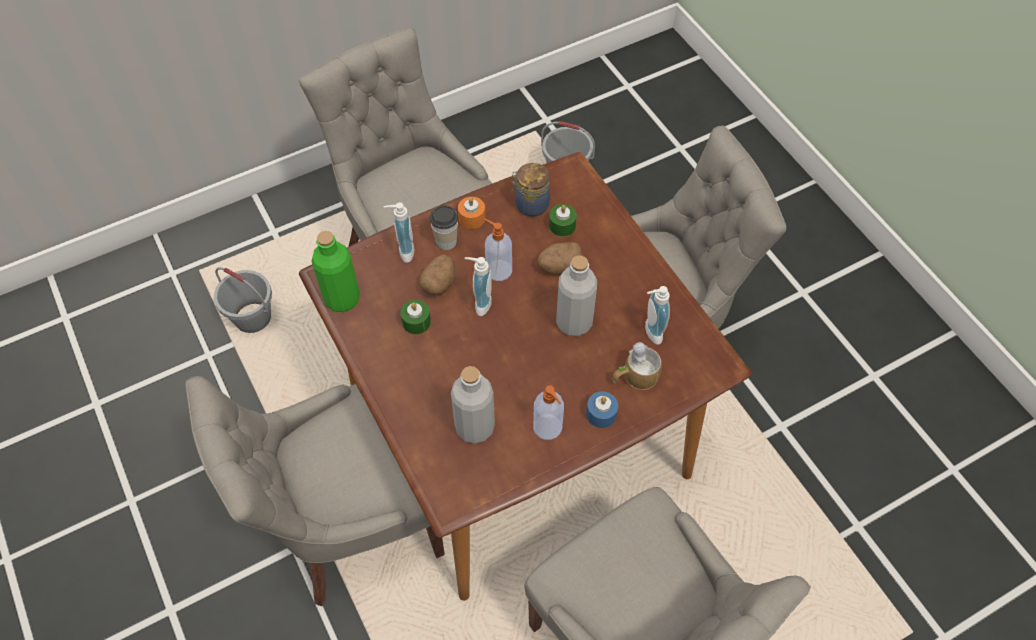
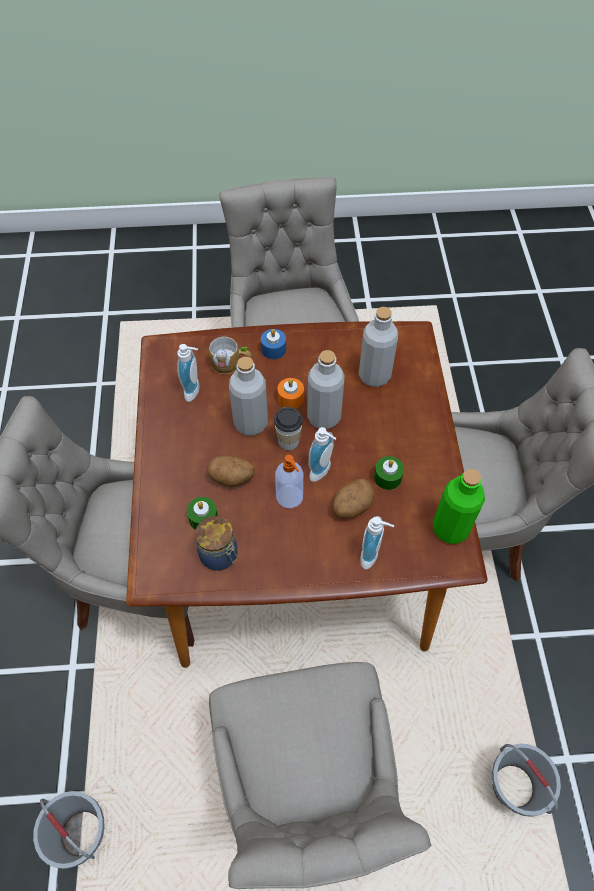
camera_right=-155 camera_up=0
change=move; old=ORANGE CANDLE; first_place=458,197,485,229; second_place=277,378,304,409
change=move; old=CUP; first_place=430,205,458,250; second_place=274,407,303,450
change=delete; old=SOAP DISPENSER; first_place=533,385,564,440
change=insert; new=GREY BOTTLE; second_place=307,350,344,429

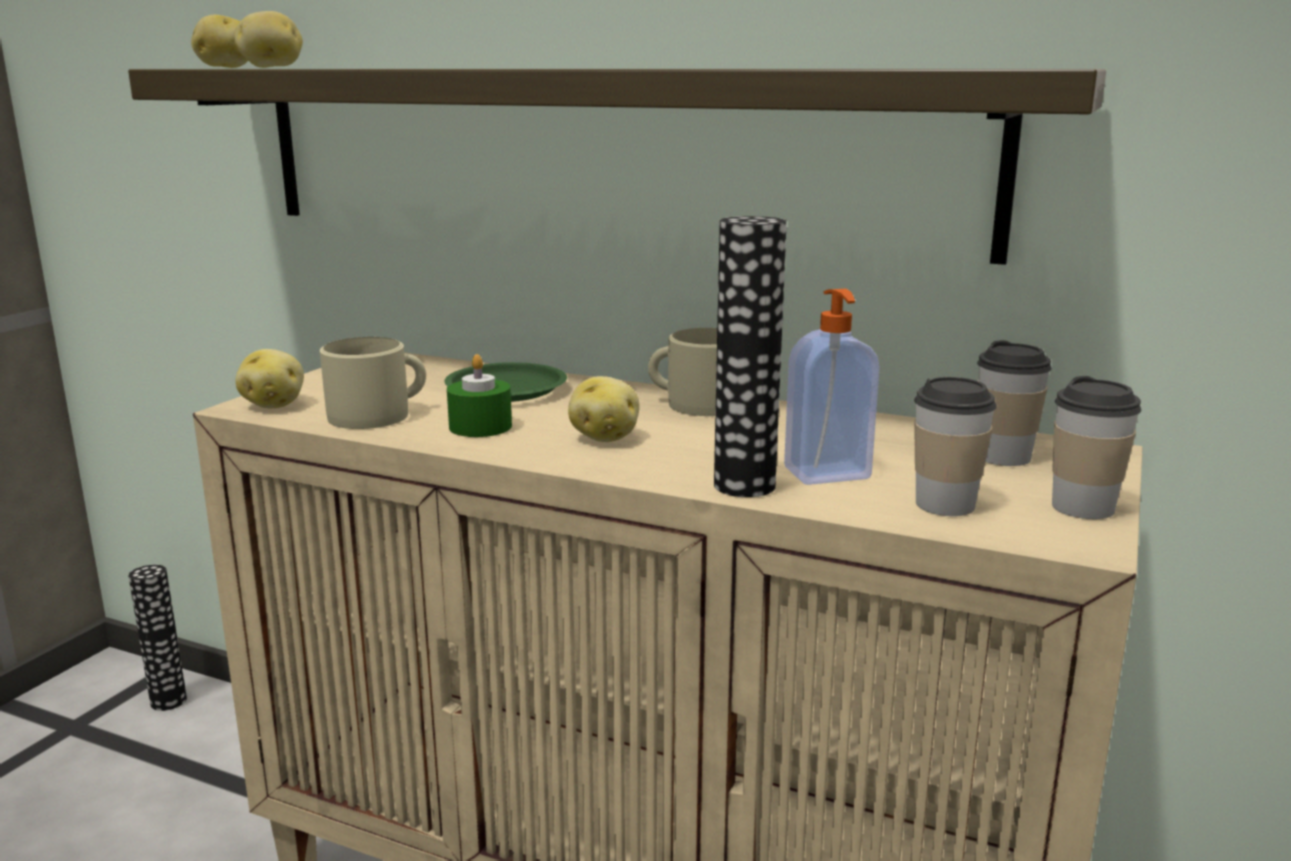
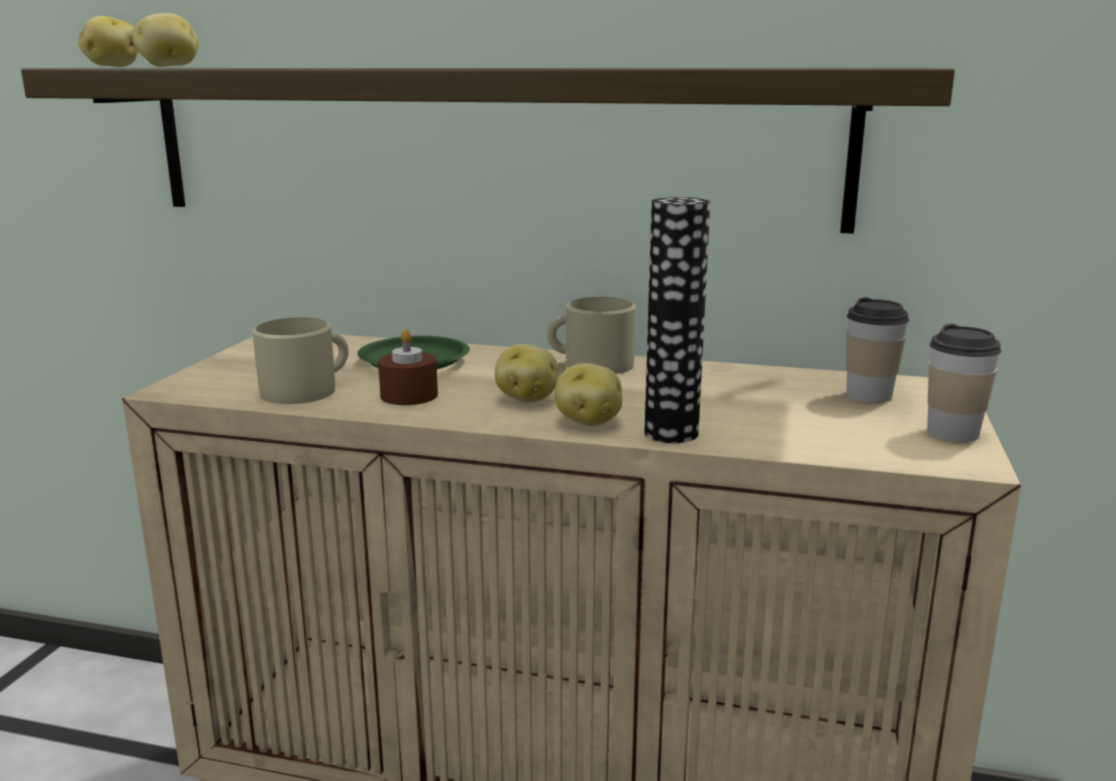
camera_right=-10 camera_up=0
change=delete; old=SOAP DISPENSER; first_place=784,289,880,485
change=move; old=POTATO; first_place=235,349,304,408; second_place=555,363,622,426
change=recolor; old=GREEN CANDLE; new=BROWN CANDLE; first_place=447,354,512,437; second_place=378,329,438,405
change=delete; old=CUP; first_place=914,377,997,516
change=delete; old=VASE; first_place=128,565,187,711

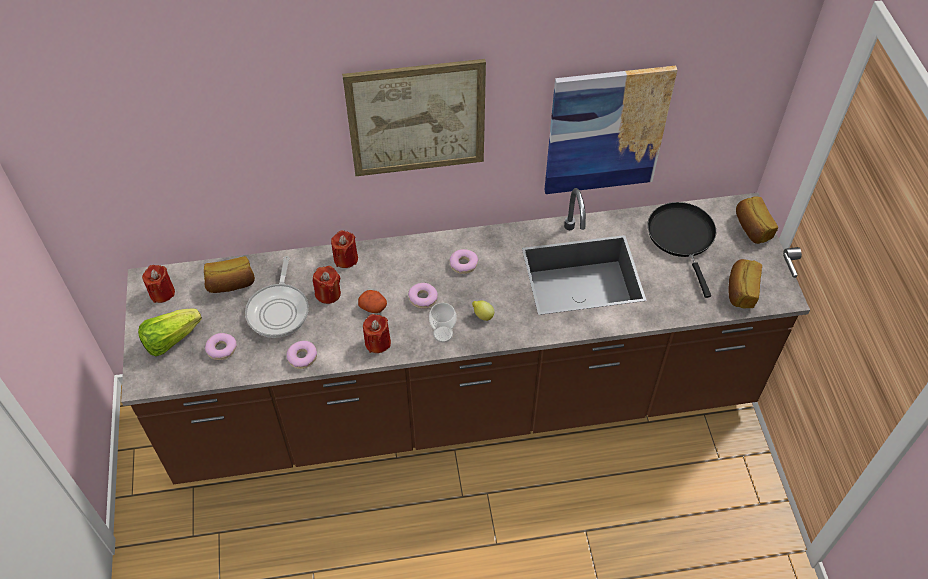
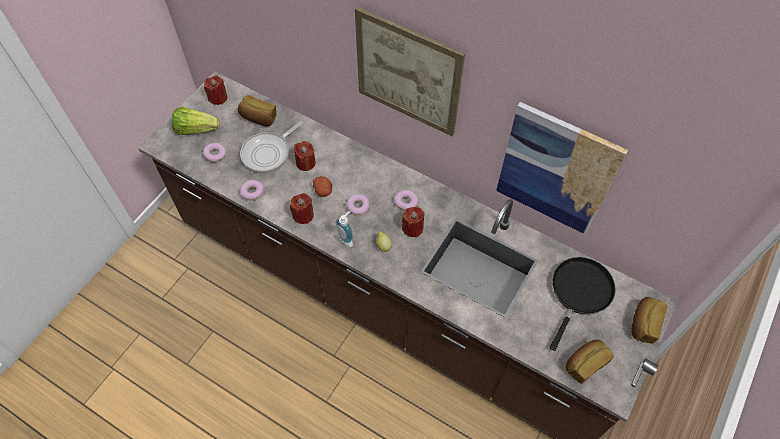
camera_right=40 camera_up=5
change=move; old=RED CANDLE; first_place=331,230,358,268; second_place=402,206,424,237
change=replace; old=CUP; new=SOAP DISPENSER; first_place=429,303,457,343; second_place=335,211,353,247

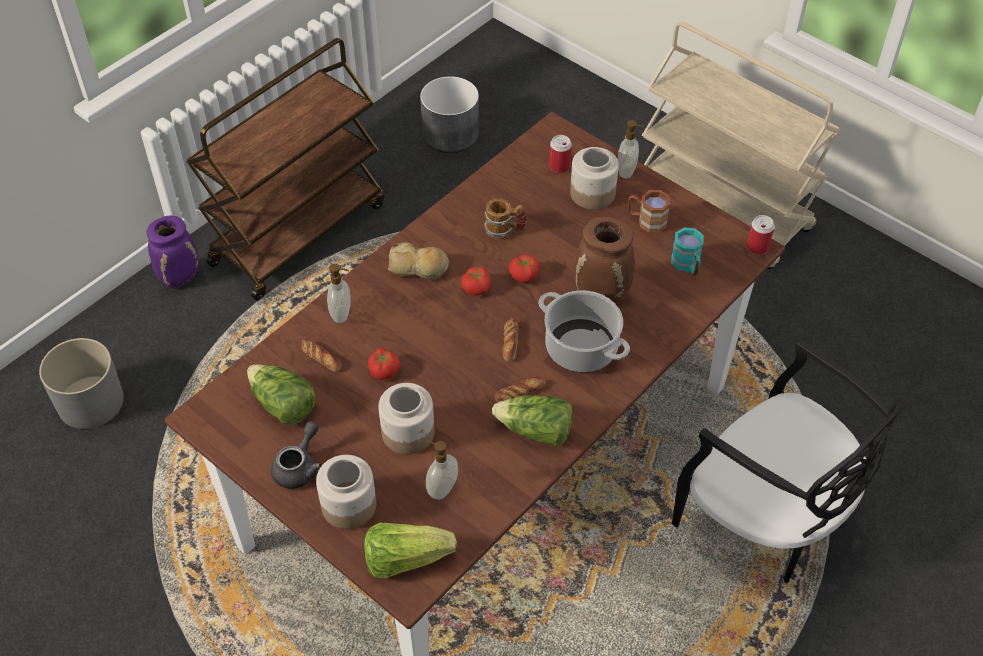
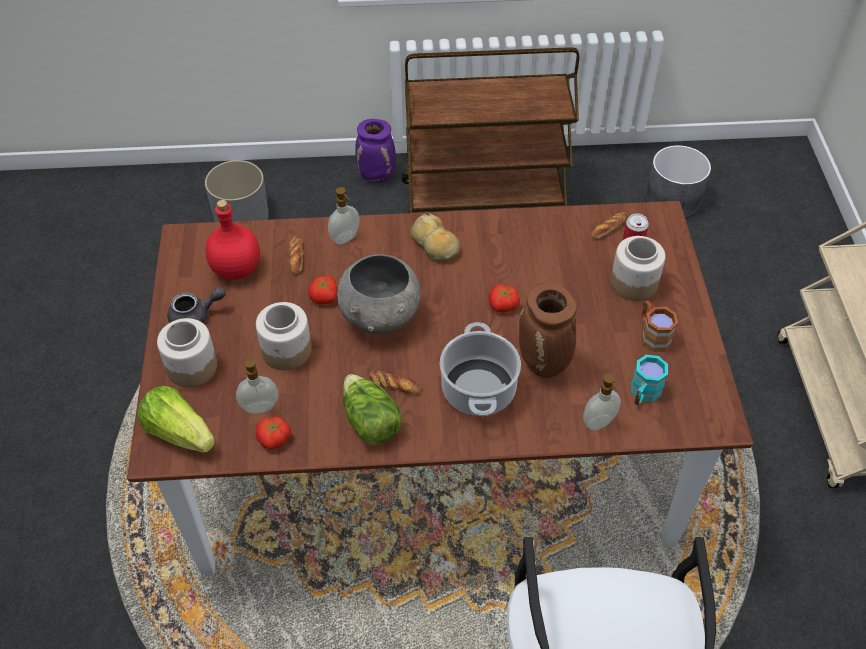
camera_right=45 camera_up=0
change=move; old=SOAP DISPENSER; first_place=618,120,644,179; second_place=583,374,621,430
change=delete; old=MUG; first_place=484,199,527,240
change=delete; old=CAN; first_place=747,215,775,255
change=move; old=TOMATO; first_place=461,267,491,295; second_place=256,417,291,449
change=move; old=BREAD; first_place=502,318,519,361; second_place=591,212,628,239
change=replace; old=LETTUCE; new=RED BOTTLE; first_place=247,364,316,425; second_place=205,200,260,279
change=insert; new=GREY BOWL; second_place=337,254,420,334

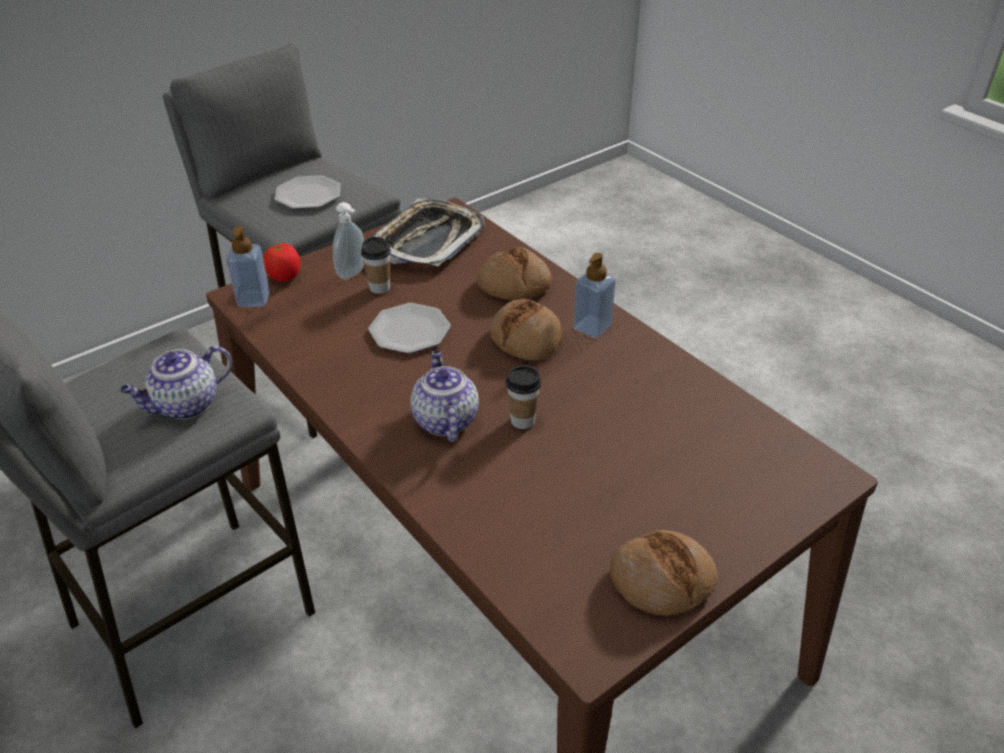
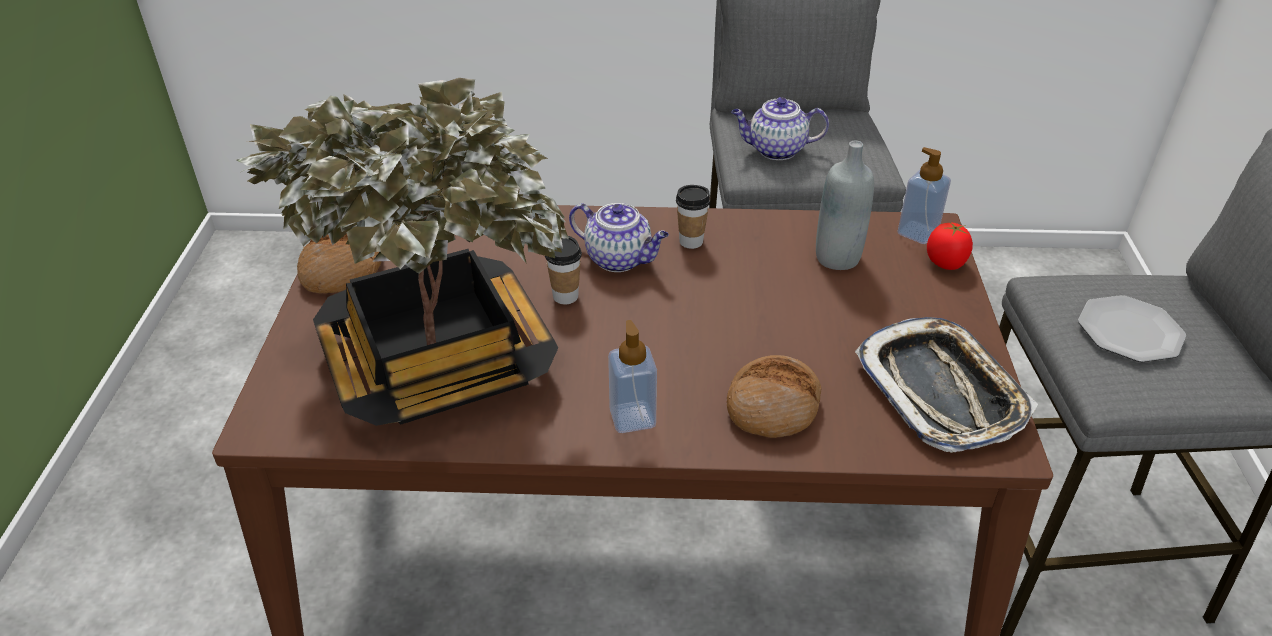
camera_right=130 camera_up=0
change=delete; old=SOAP DISPENSER; first_place=333,202,364,280
change=move; old=CUP; first_place=361,237,391,294; second_place=676,185,710,249
change=delete; old=BREAD; first_place=490,299,562,360
change=delete; old=PLATE; first_place=368,303,451,354
change=rotate; old=TEAPOT; first_place=120,346,232,419; second_place=731,97,829,160; degrees=-90
change=insert; new=POTTED PLANT; second_place=236,78,569,426
change=insert; new=GREY BOTTLE; second_place=816,141,874,270

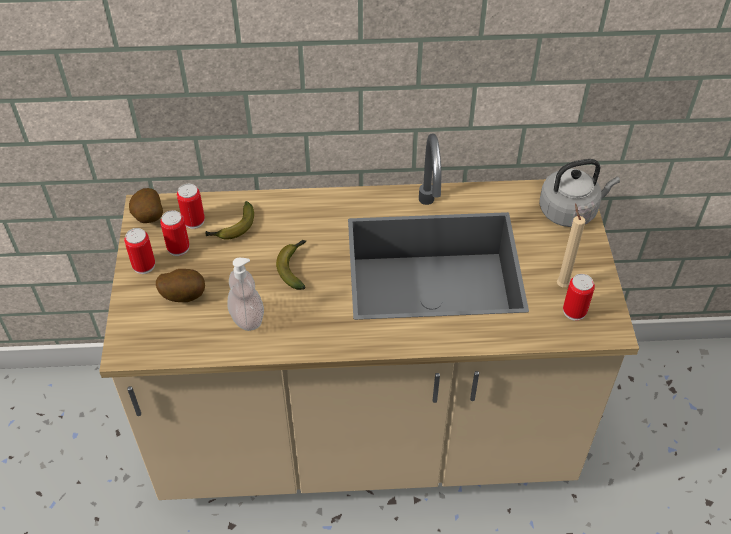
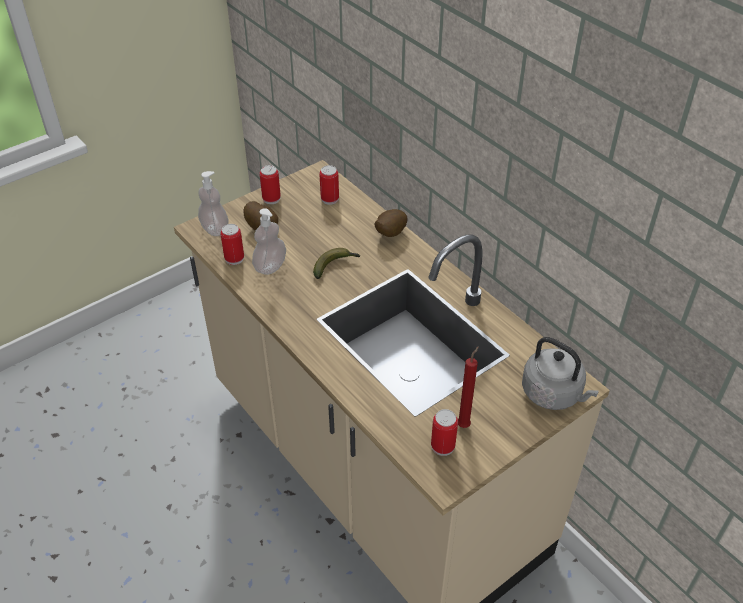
camera_right=55 camera_up=-5
change=move; old=POTATO; first_place=129,188,163,223; second_place=374,209,407,237
change=delete; old=BANANA; first_place=205,201,254,240
change=recolor; old=BEIGE CANDLE; new=RED CANDLE; first_place=557,203,585,287; second_place=458,346,479,428
change=move; old=CAN; first_place=160,210,190,256; second_place=220,224,244,265
change=insert; new=SOAP DISPENSER; second_place=198,171,228,236

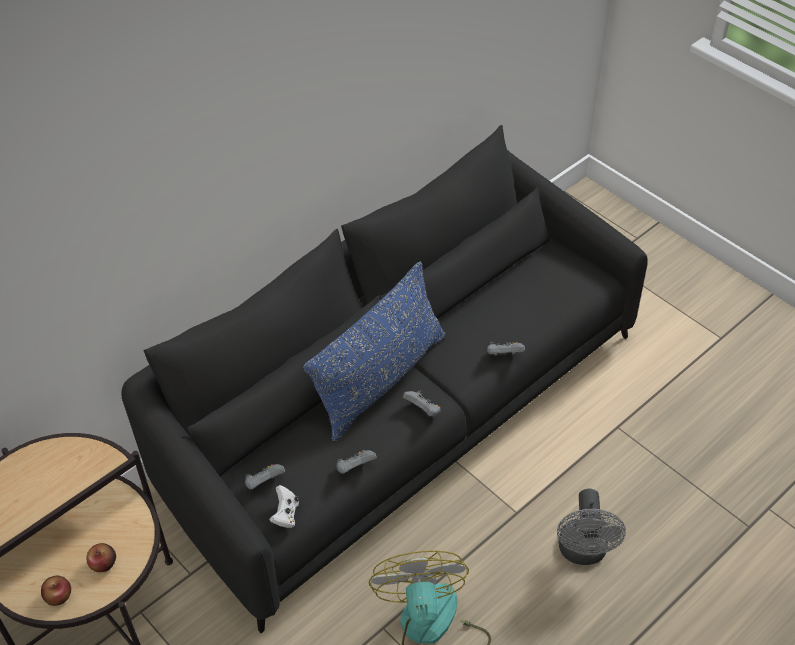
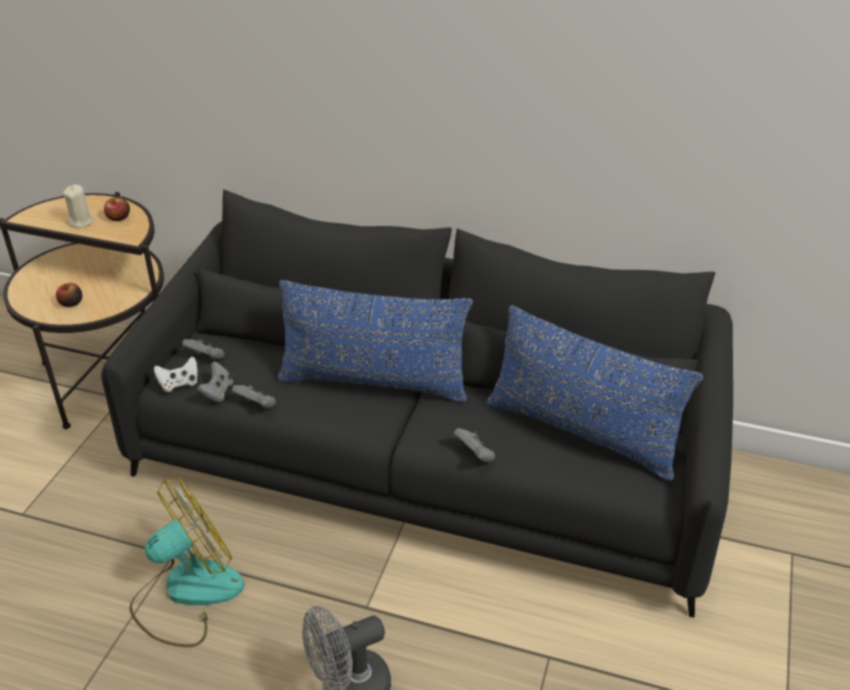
camera_right=60 camera_up=-10
change=move; old=GREY GAME CONTROLLER; first_place=402,390,440,416; second_place=197,362,233,402
change=move; old=APPLE; first_place=41,576,71,606; second_place=104,197,130,221
change=insert; new=BEIGE CANDLE; second_place=63,185,93,228
change=insert; new=BLUE PILLOW; second_place=487,305,703,481

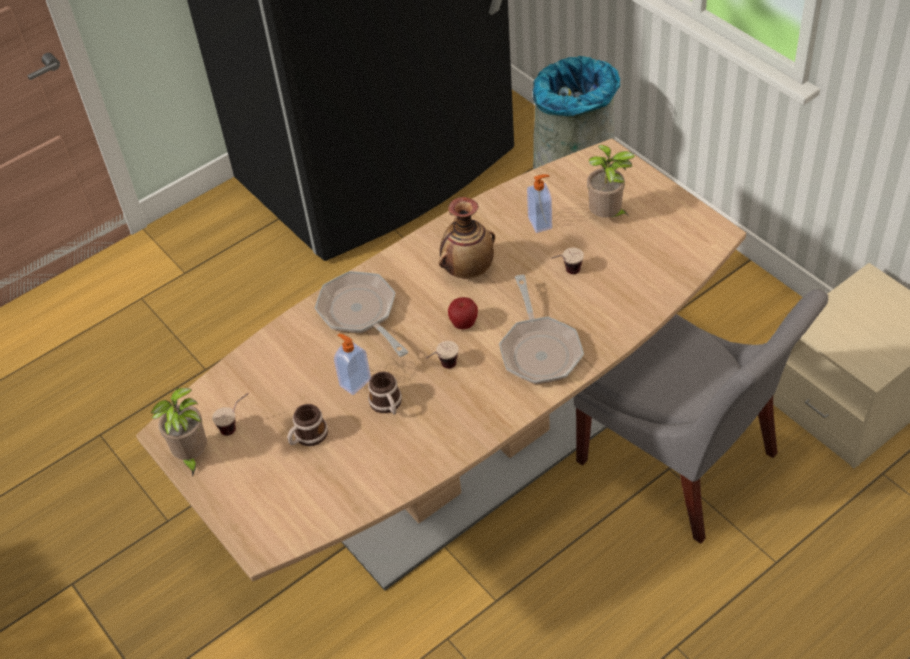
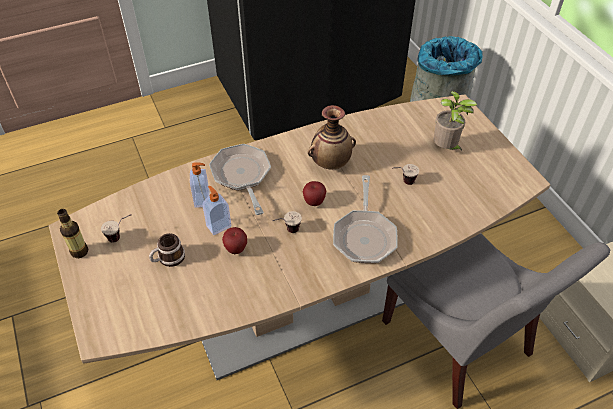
camera_right=10 camera_up=0
change=move; old=SOAP DISPENSER; first_place=527,174,552,233; second_place=190,162,210,208
change=replace; old=MUG; new=APPLE; first_place=368,372,402,414; second_place=222,227,247,254
change=replace; old=POTTED PLANT; new=BOTTLE; first_place=151,388,207,476; second_place=57,209,88,258

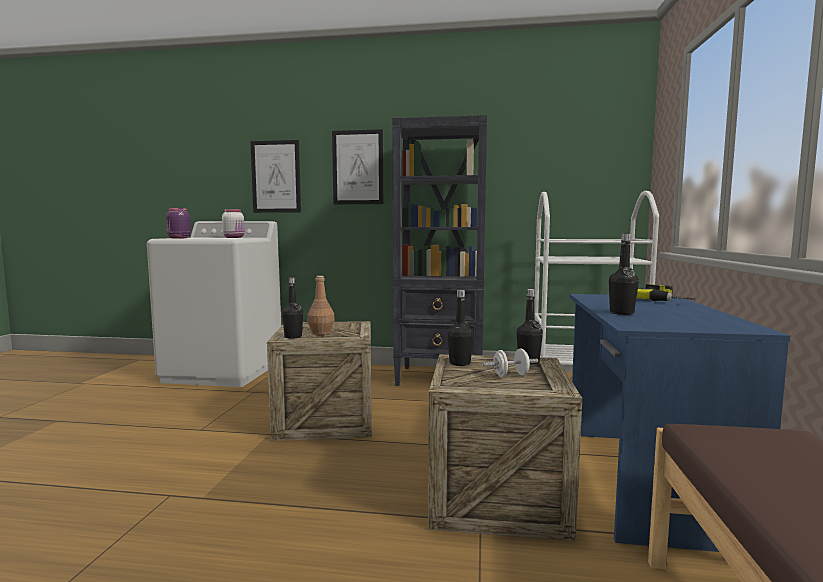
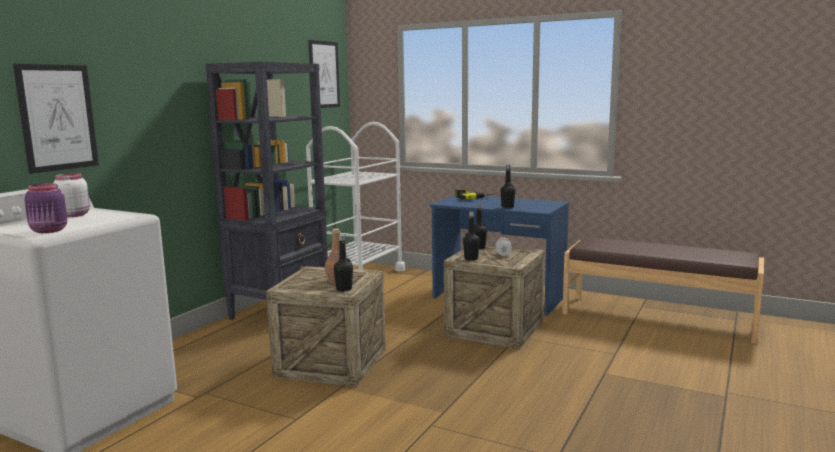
camera_right=-70 camera_up=5
change=move; old=PICTURE; first_place=332,129,383,204; second_place=308,40,340,108

